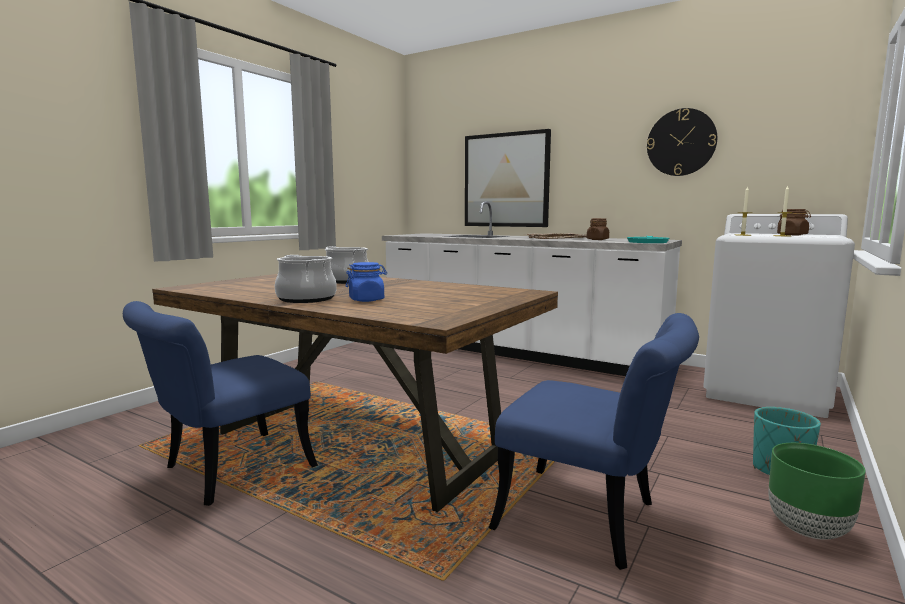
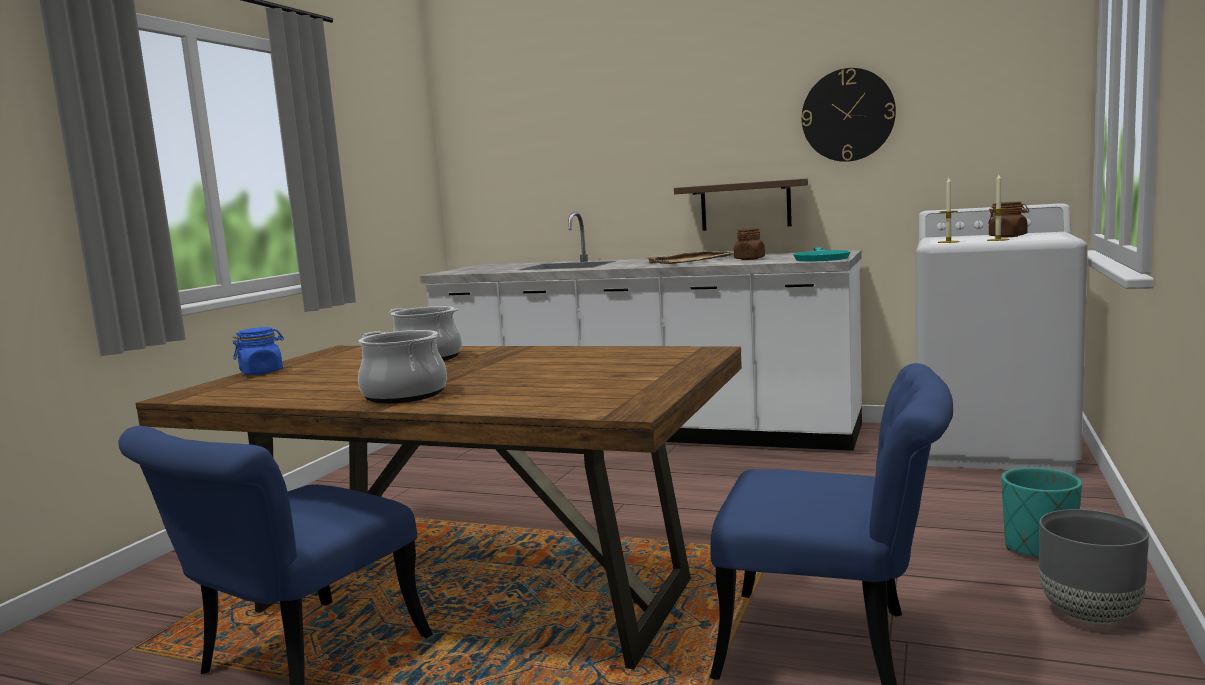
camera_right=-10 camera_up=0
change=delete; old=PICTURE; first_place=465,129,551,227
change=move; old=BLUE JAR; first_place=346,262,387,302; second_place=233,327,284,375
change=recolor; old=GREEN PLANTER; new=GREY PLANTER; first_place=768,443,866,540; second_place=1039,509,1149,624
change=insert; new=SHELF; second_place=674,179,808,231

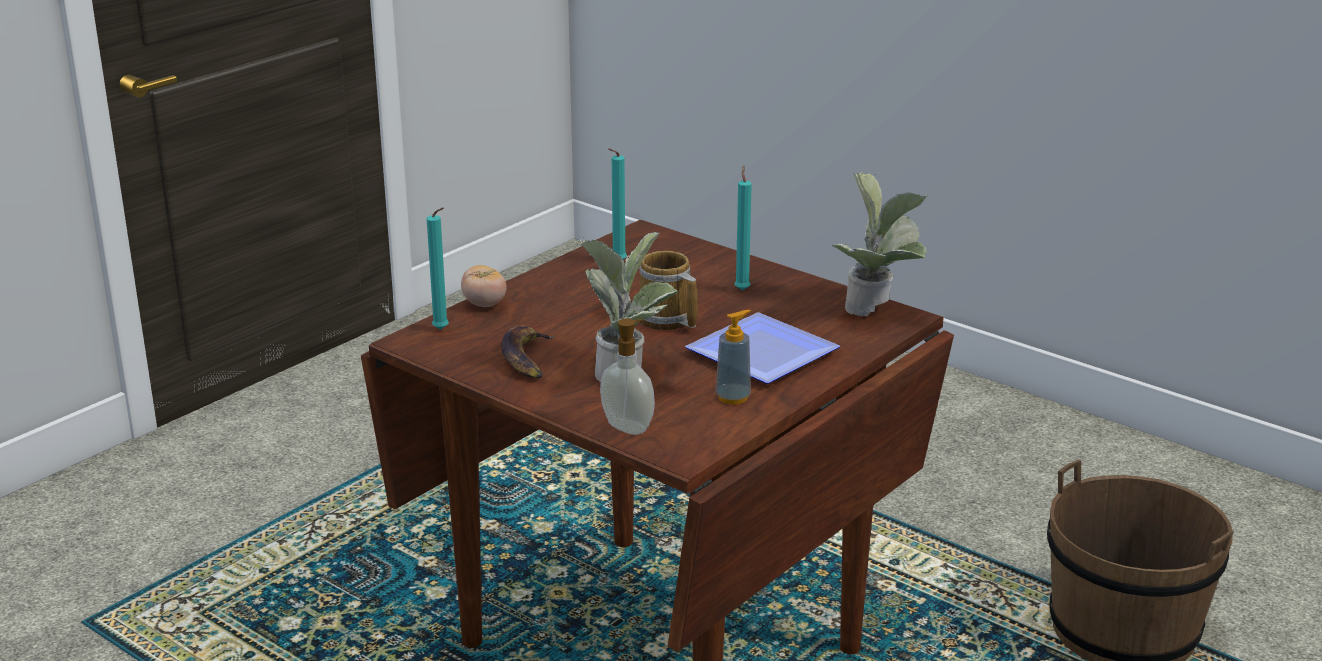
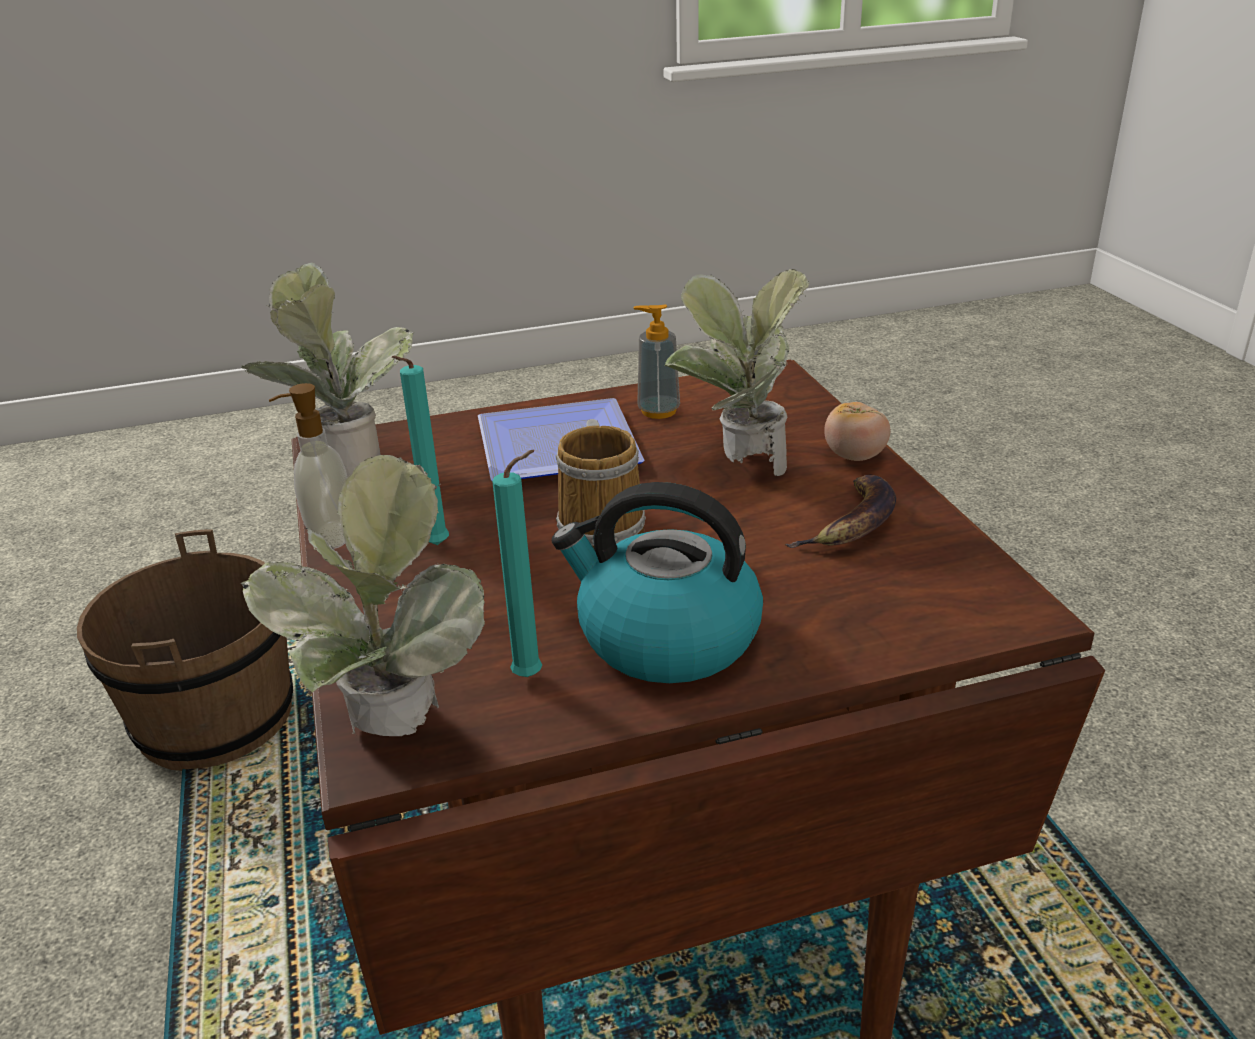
camera_right=-145 camera_up=5
change=delete; old=TURQUOISE CANDLE; first_place=427,208,449,330
change=move; old=TOMATO; first_place=461,265,507,307; second_place=824,402,890,461
change=move; old=SOAP DISPENSER; first_place=600,318,655,435; second_place=269,383,347,549
change=insert; new=POTTED PLANT; second_place=241,455,485,736
change=insert; new=KETTLE; second_place=552,482,763,683

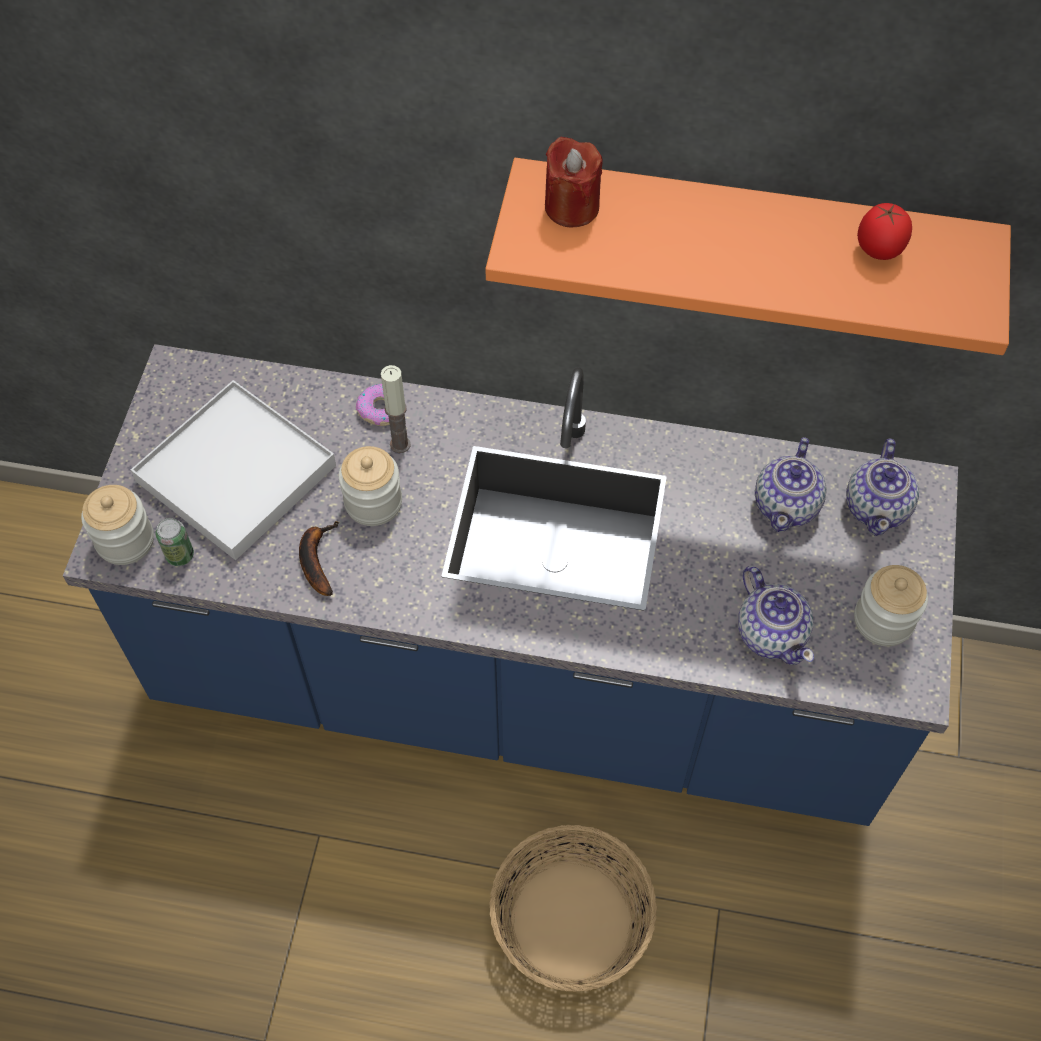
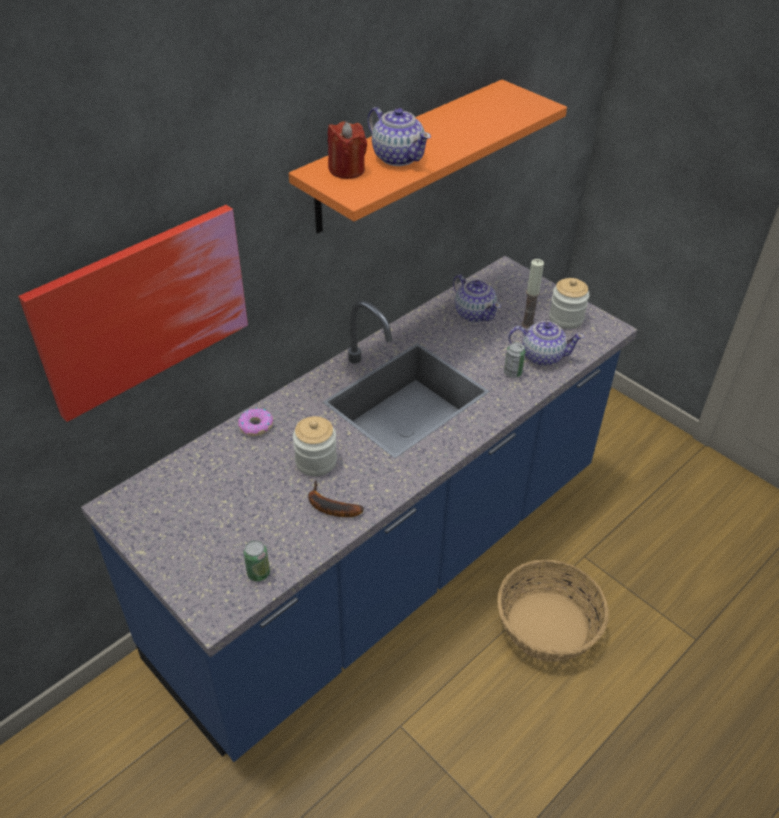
camera_right=-55 camera_up=-15
change=delete; old=TOMATO; first_place=857,203,912,260
change=move; old=CANDLE; first_place=381,365,411,453; second_place=522,259,544,328
change=delete; old=WHITE TRAY; first_place=131,380,336,560
change=move; old=TEAPOT; first_place=846,438,919,536; second_place=368,107,431,166
change=delete; old=JAR; first_place=81,485,154,565
change=insert; new=PICTURE; second_place=18,205,248,422
change=insert; new=CAN; second_place=504,342,526,378

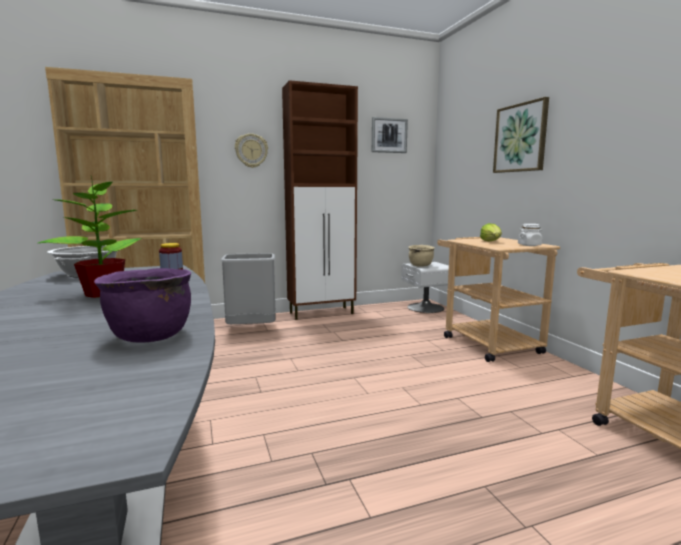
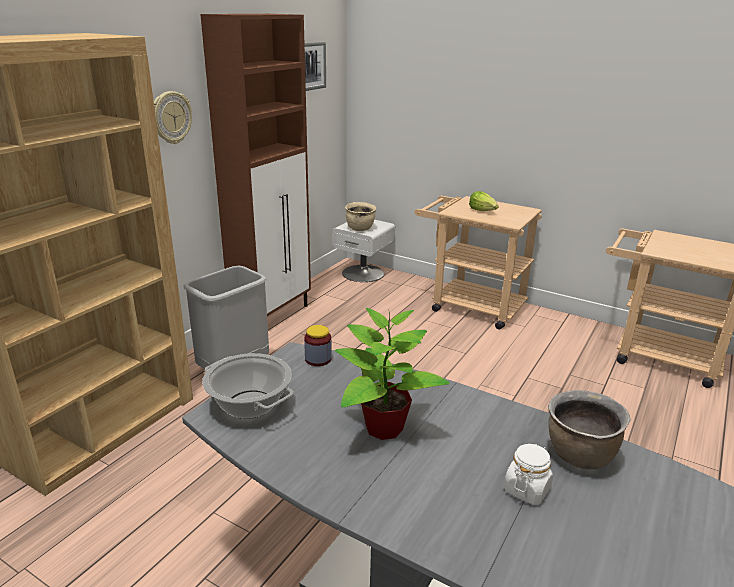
camera_right=-40 camera_up=15
change=delete; old=PICTURE; first_place=493,97,549,173
change=move; old=WHITE JAR; first_place=518,224,543,246; second_place=504,444,553,505
change=recolor; old=PURPLE COOKING POT; new=BROWN COOKING POT; first_place=94,268,192,343; second_place=548,390,630,469

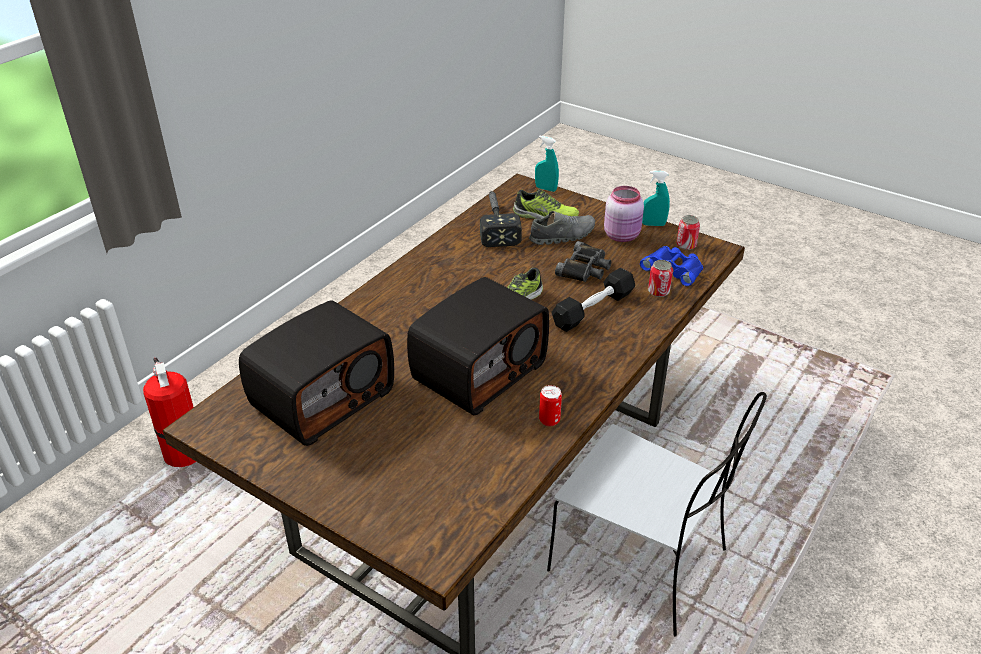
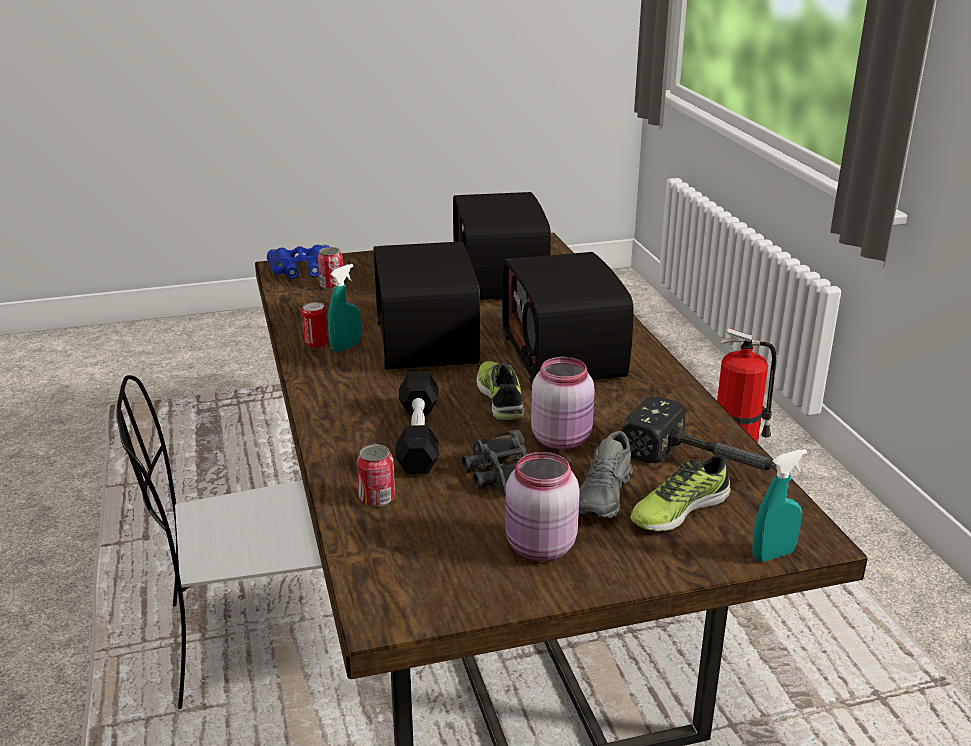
camera_right=130 camera_up=-10
change=move; old=TURQUOISE SPRAY BOTTLE; first_place=642,170,670,226; second_place=328,264,361,352
change=move; old=CAN; first_place=676,215,700,250; second_place=318,247,343,290
change=move; old=BLUE BINOCULARS; first_place=640,246,703,287; second_place=267,245,330,279
change=insert; new=RADIO; second_place=502,252,634,384
change=insert; new=PINK JAR; second_place=531,357,595,449

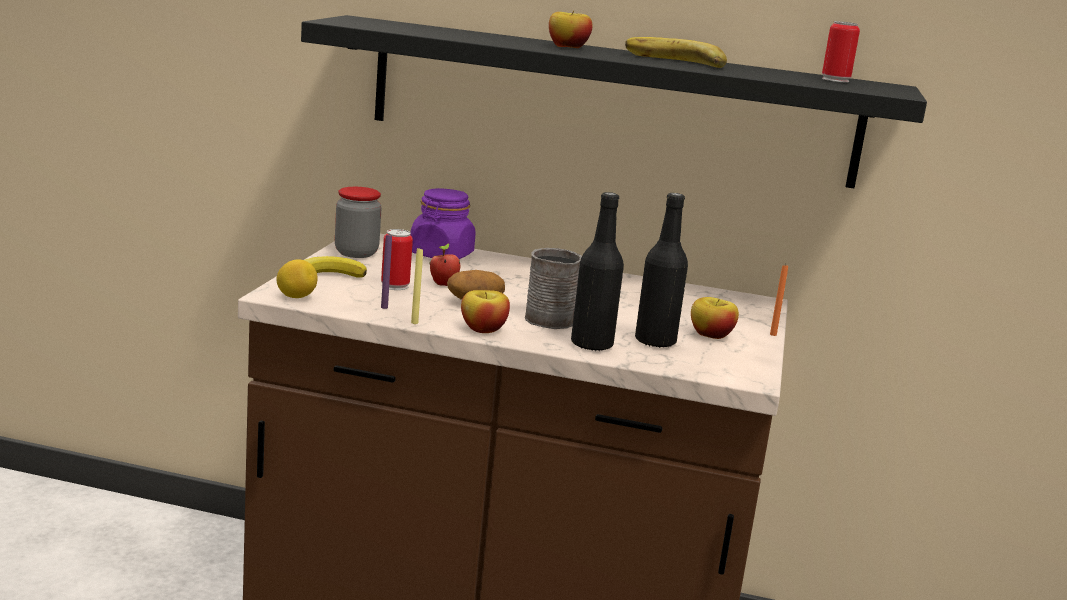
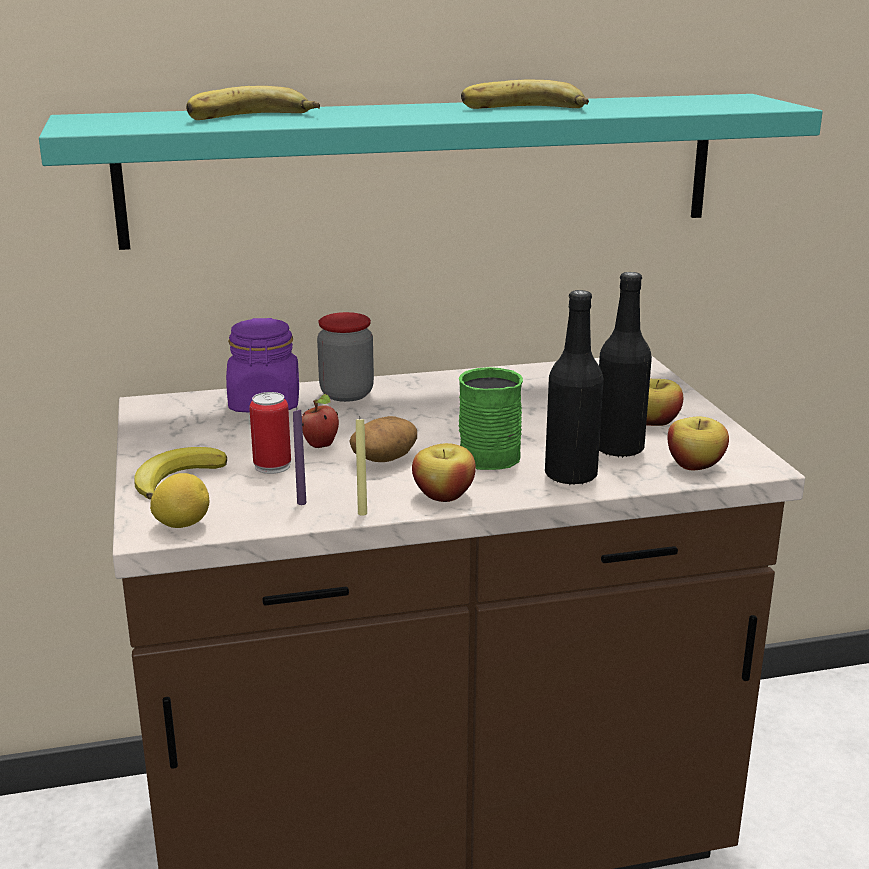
camera_right=-25 camera_up=5
change=move; old=APPLE; first_place=549,10,593,48; second_place=668,417,729,470
change=recolor; old=BLACK SHELF; new=TURQUOISE SHELF; first_place=301,15,927,189; second_place=39,94,823,250
change=delete; old=CAN; first_place=822,21,860,82
change=move; old=JAR; first_place=335,187,382,258; second_place=317,312,374,402
change=recolor; old=GREY MUG; new=GREEN MUG; first_place=525,248,582,329; second_place=459,367,523,470
change=delete; old=ORANGE CANDLE; first_place=770,264,788,336
change=insert; new=BANANA; second_place=186,86,320,120

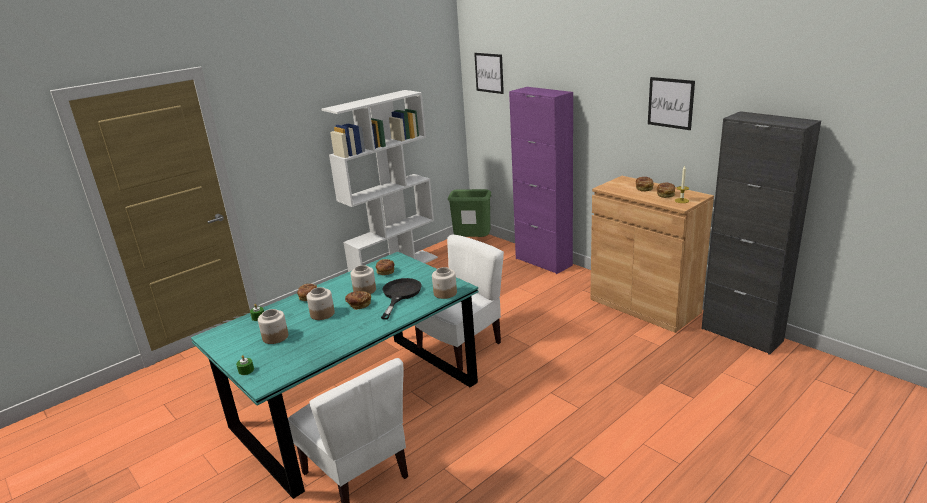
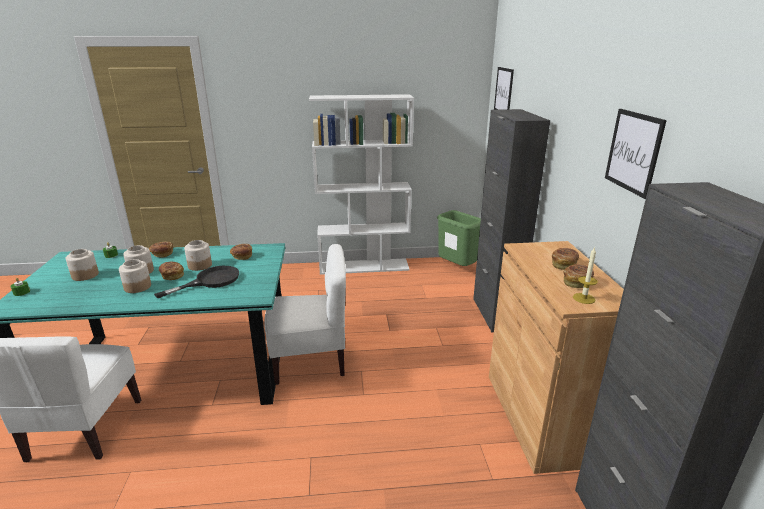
camera_right=35 camera_up=0
change=recolor; old=PURPLE CABINET; new=BLACK CABINET; first_place=509,87,573,274; second_place=473,109,550,333
change=move; old=JAR; first_place=432,267,457,299; second_place=119,259,151,293

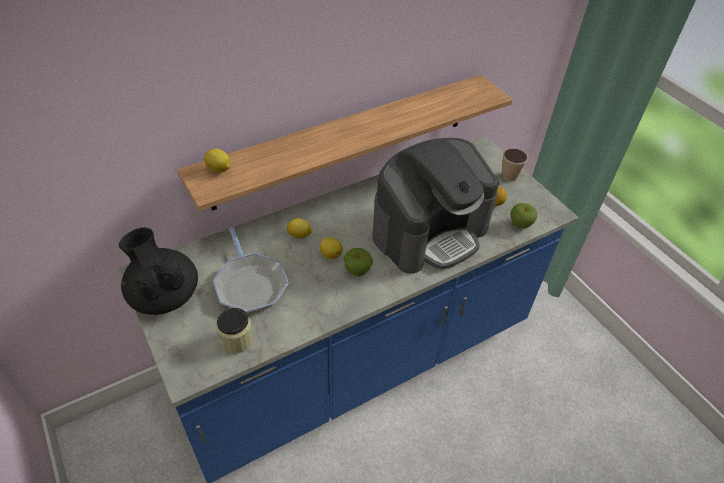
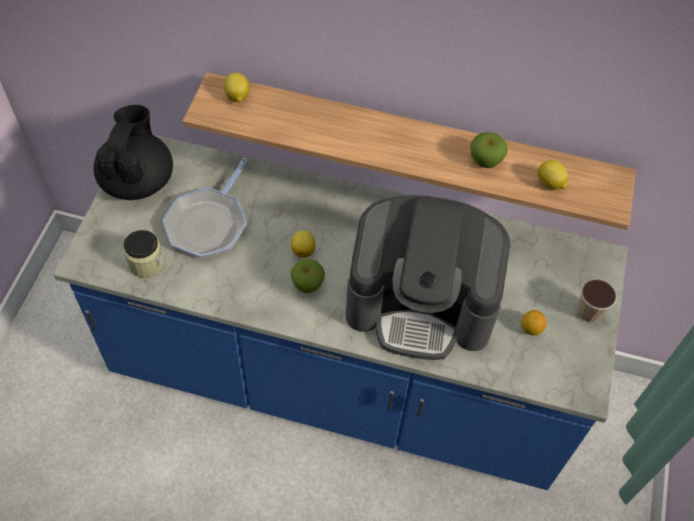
camera_right=45 camera_up=10
change=move; old=APPLE; first_place=511,203,538,229; second_place=470,132,507,168
change=move; old=LEMON; first_place=287,218,312,239; second_place=538,160,568,190

